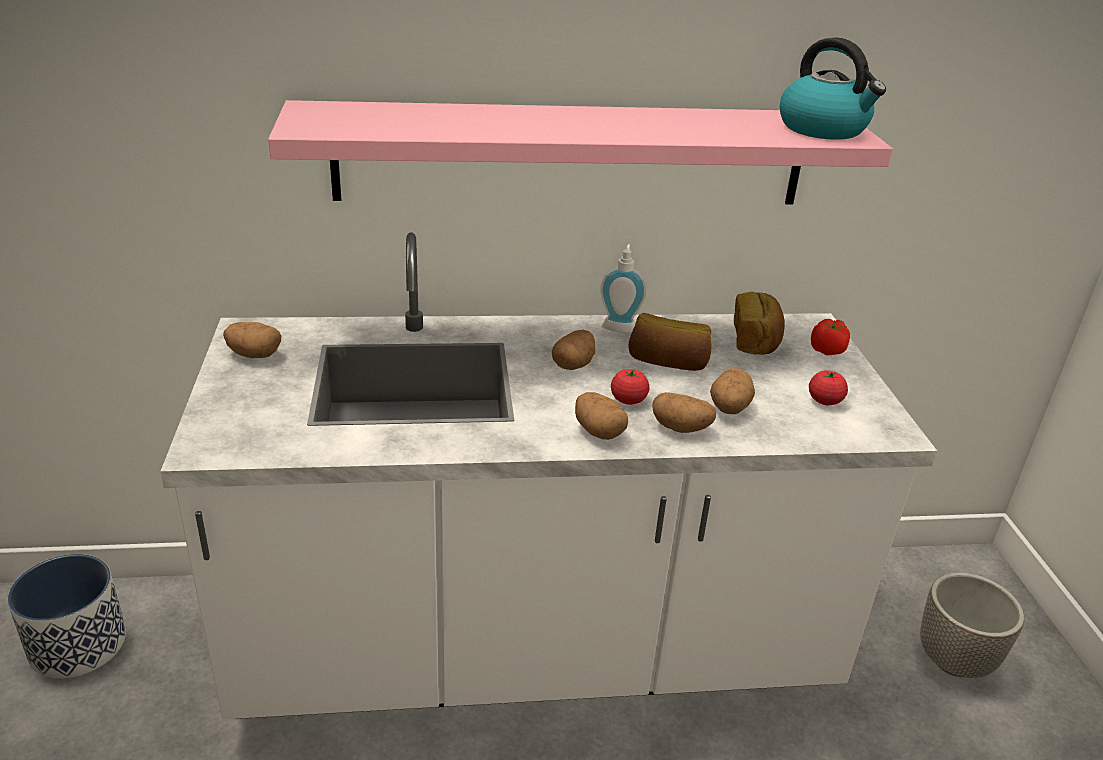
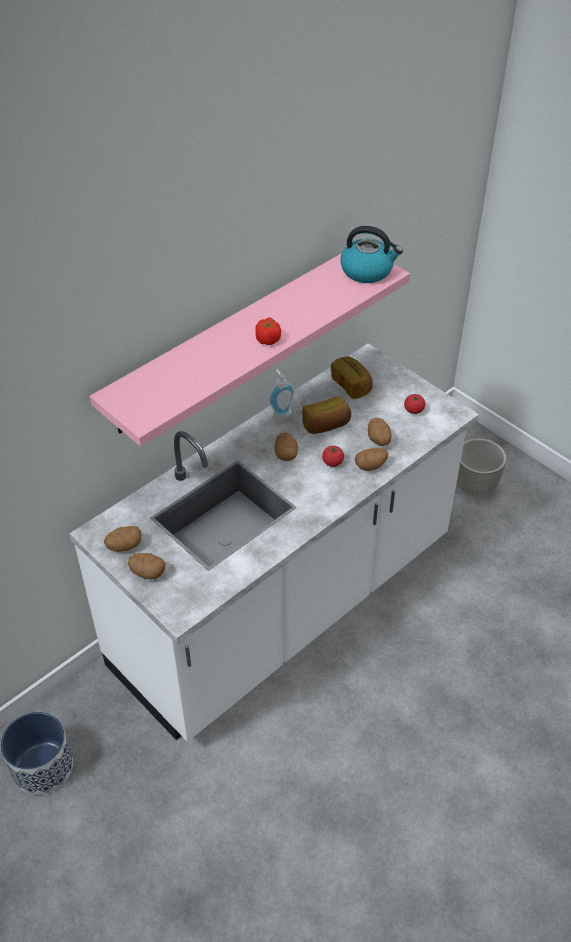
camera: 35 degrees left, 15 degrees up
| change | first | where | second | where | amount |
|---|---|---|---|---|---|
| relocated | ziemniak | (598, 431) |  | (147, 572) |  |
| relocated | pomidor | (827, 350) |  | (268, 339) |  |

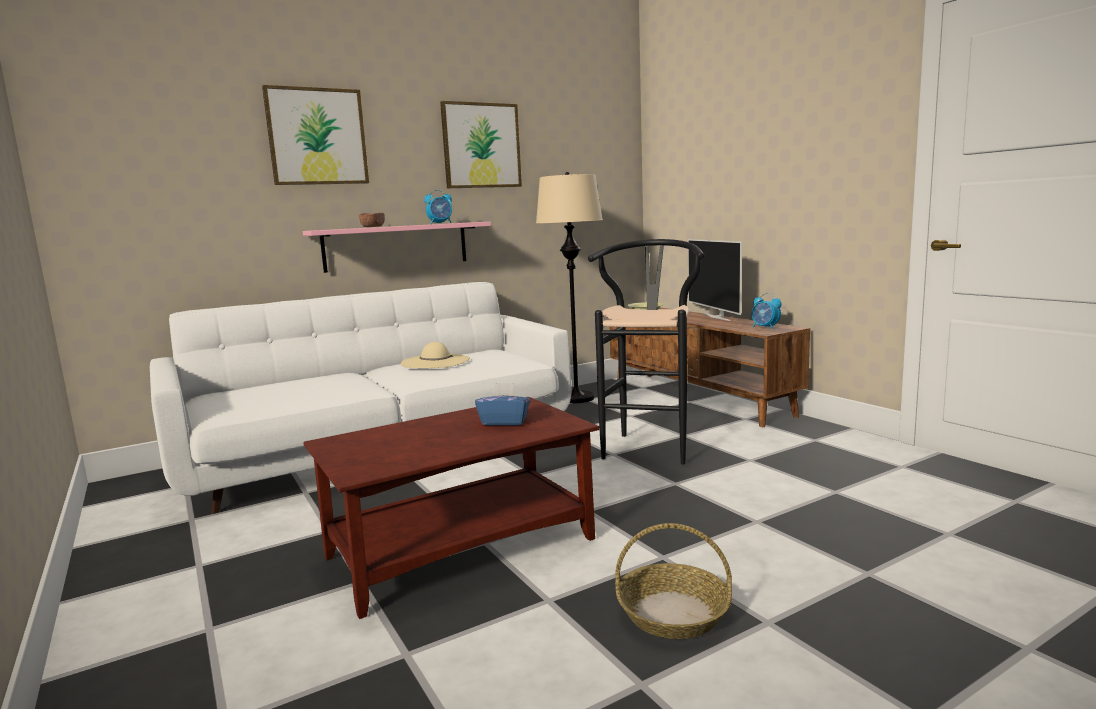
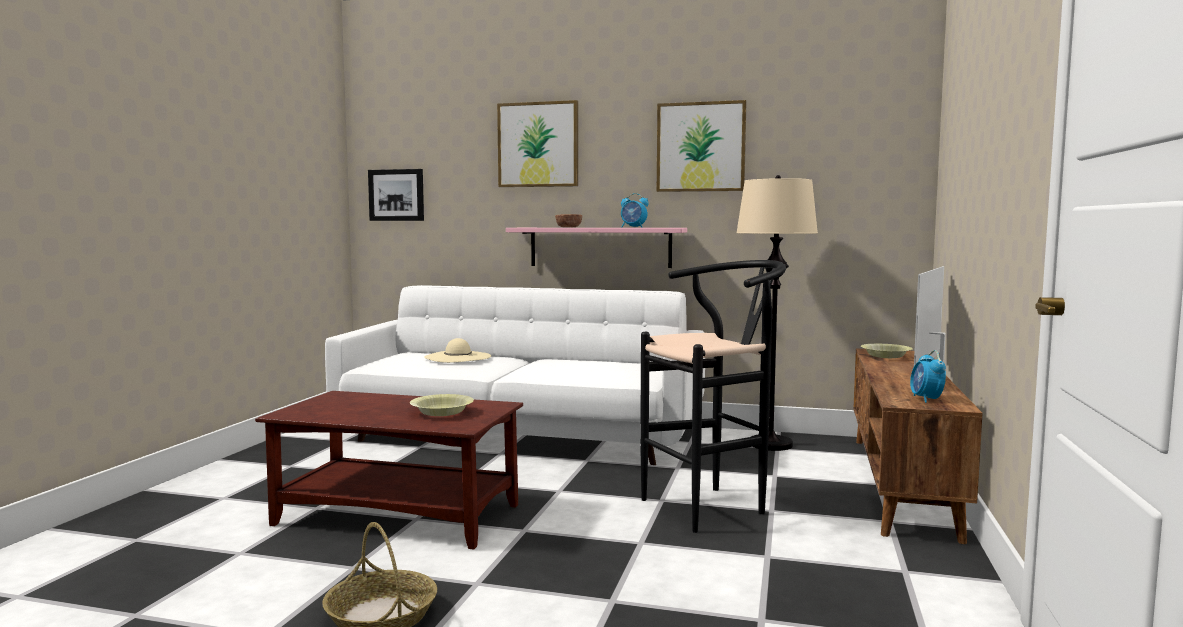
camera: 45 degrees right, 5 degrees down
| change | first | where | second | where | amount |
|---|---|---|---|---|---|
| appeared |  |  | obraz | (396, 195) |  |
| relocated | kapelusz [beżowy] | (435, 361) |  | (457, 357) |  |
| exchanged | pudełko chusteczek [niebieski] | (504, 421) | miska [żółty] | (442, 412) |  |

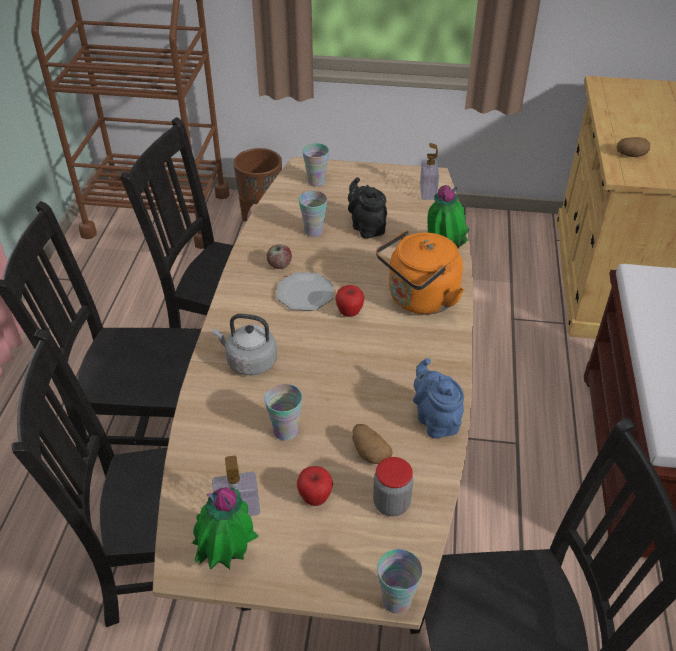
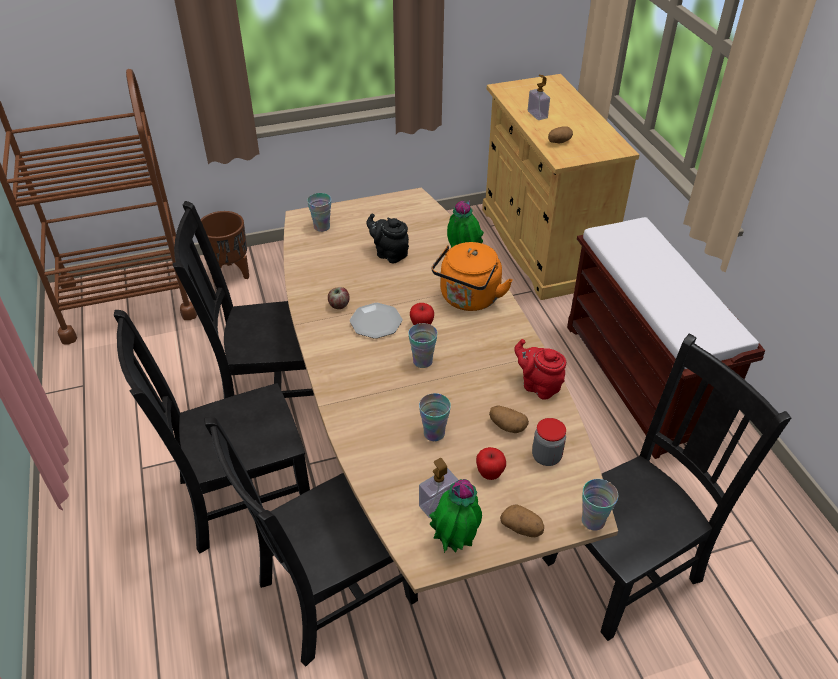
camera: 25 degrees left, 0 degrees up
| change | first | where | second | where | amount |
|---|---|---|---|---|---|
| missing | czajnik [szary] | (249, 361) |  |  |  |
| appeared |  |  | ziemniak | (522, 528) |  |
| relocated | filiżanka | (313, 231) |  | (422, 361) |  |
| relocated | dozownik mydła | (428, 192) |  | (537, 114) |  |
| colour | imbryk [niebieski] | (435, 420) | imbryk [czerwony] | (538, 386) |  |

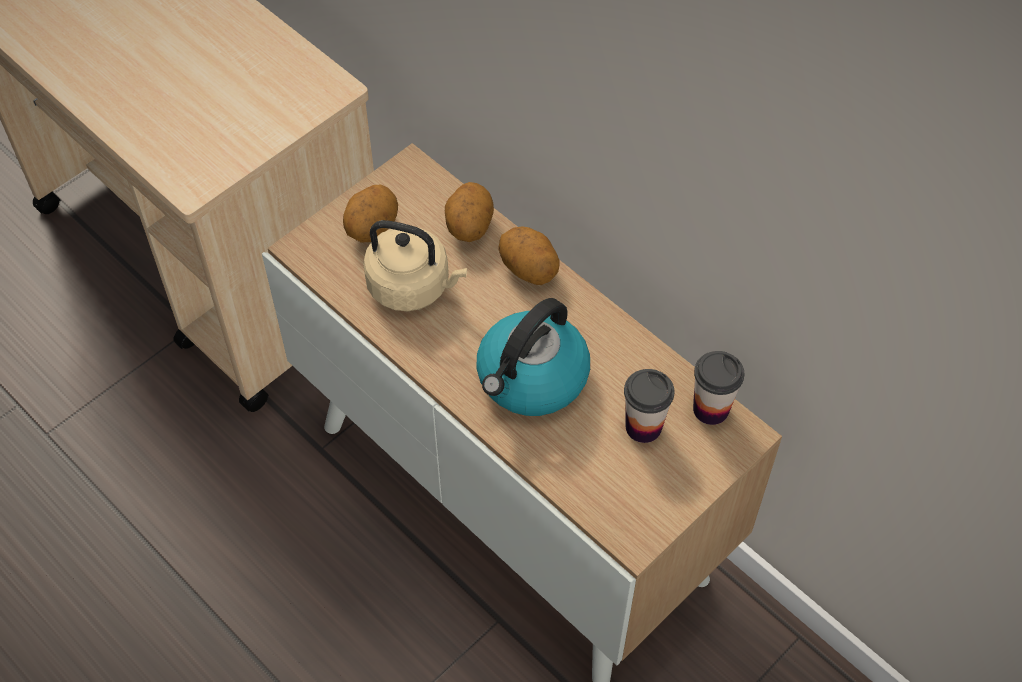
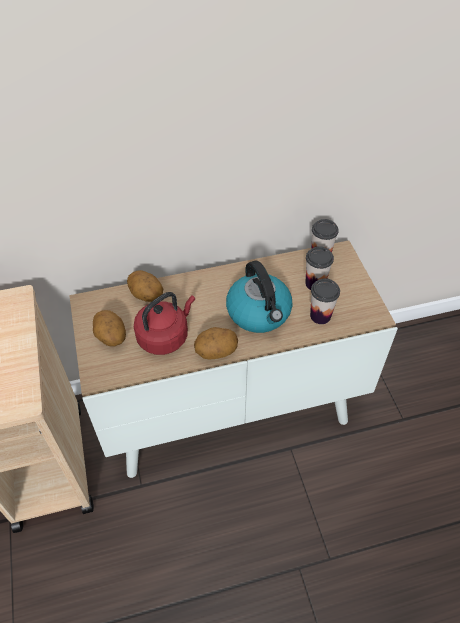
camera: 60 degrees left, 5 degrees down
| change | first | where | second | where | amount |
|---|---|---|---|---|---|
| appeared |  |  | filiżanka | (320, 316) |  |
| relocated | ziemniak | (529, 269) |  | (216, 352) |  |
| colour | czajnik [beżowy] | (413, 286) | czajnik [czerwony] | (165, 336) |  |

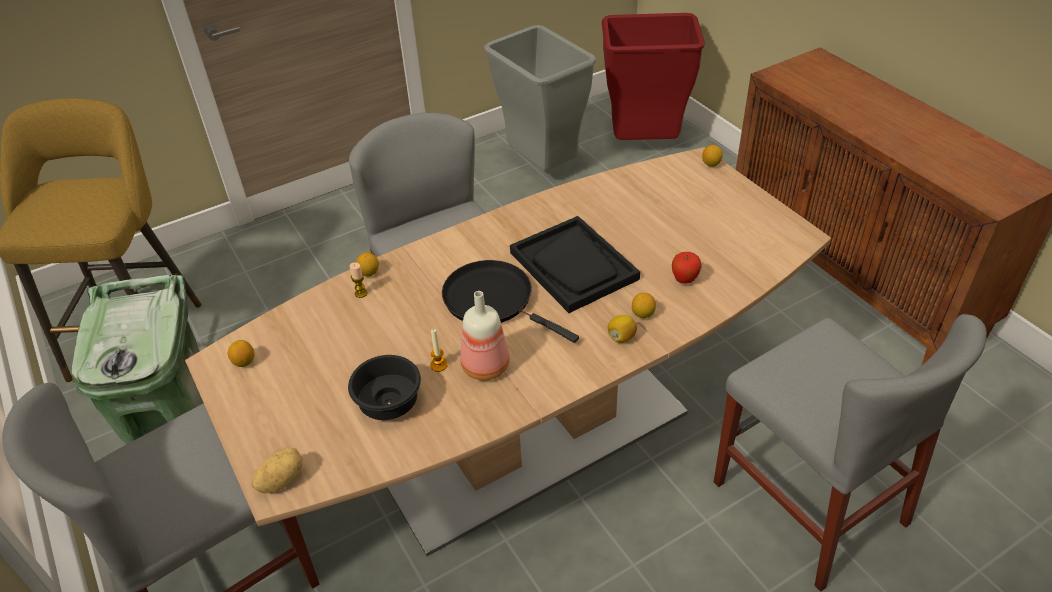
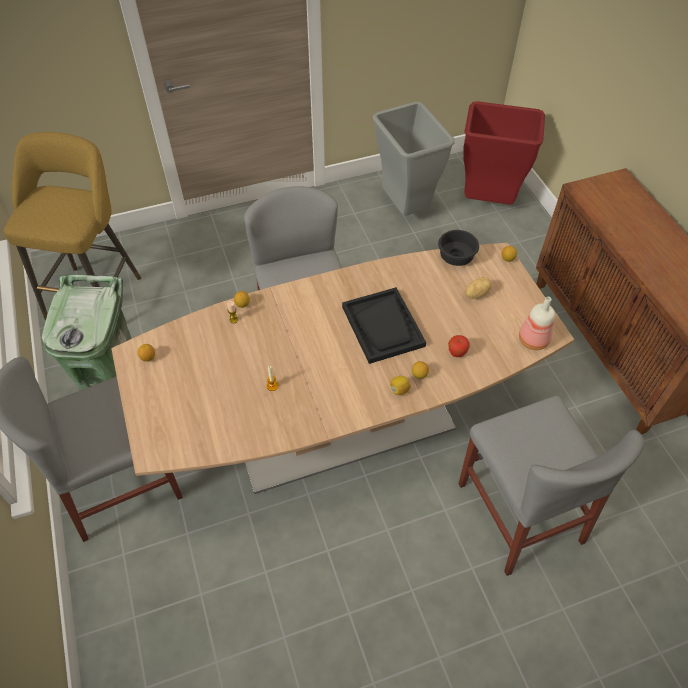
camera: 10 degrees right, 10 degrees up
| change | first | where | second | where | amount |
|---|---|---|---|---|---|
| missing | patelnia [czarny] | (493, 300) |  |  |  |
| relocated | ziemniak | (281, 479) |  | (476, 293) |  |
| relocated | miska [czarny] | (387, 402) |  | (455, 257) |  |
| relocated | butelka | (486, 367) |  | (533, 341) |  |

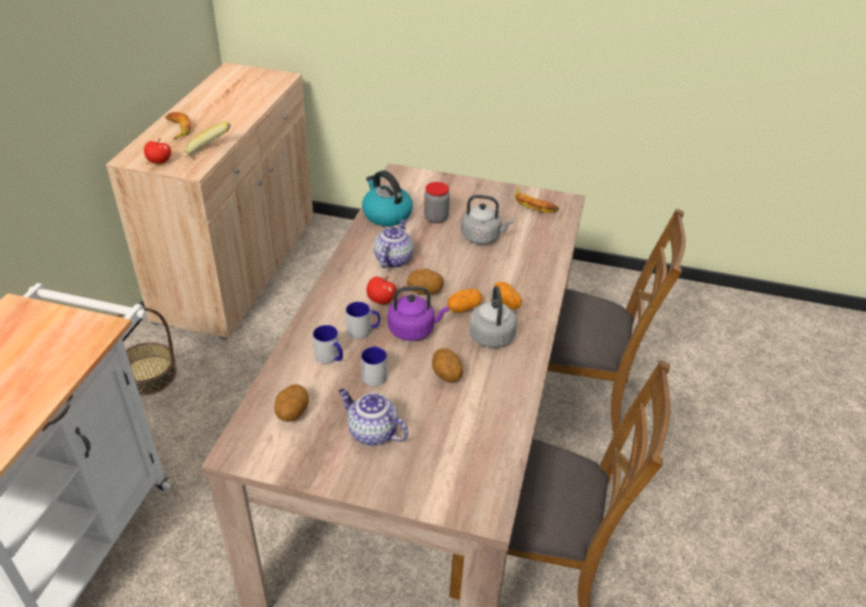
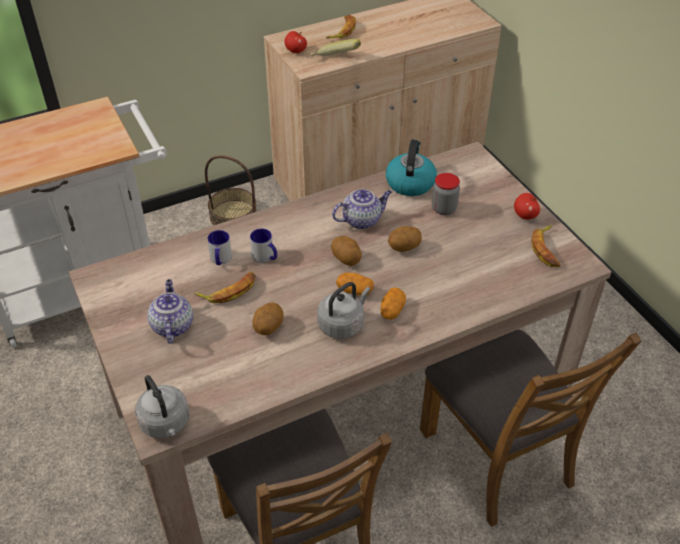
camera: 50 degrees right, 5 degrees up
| change | first | where | second | where | amount |
|---|---|---|---|---|---|
| missing | czajnik [fioletowy] | (414, 330) |  |  |  |
| relocated | ziemniak | (292, 413) |  | (404, 247) |  |
| relocated | jabłko | (381, 300) |  | (525, 216) |  |
| relocated | czajnik [szary] | (482, 237) |  | (166, 424) |  |
| exchanged | kubek | (374, 373) | banan | (229, 290) |  |

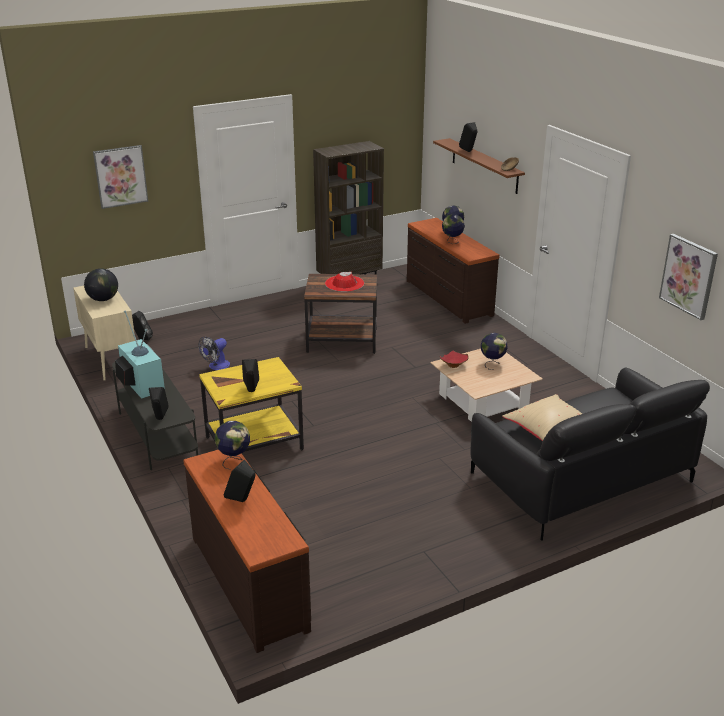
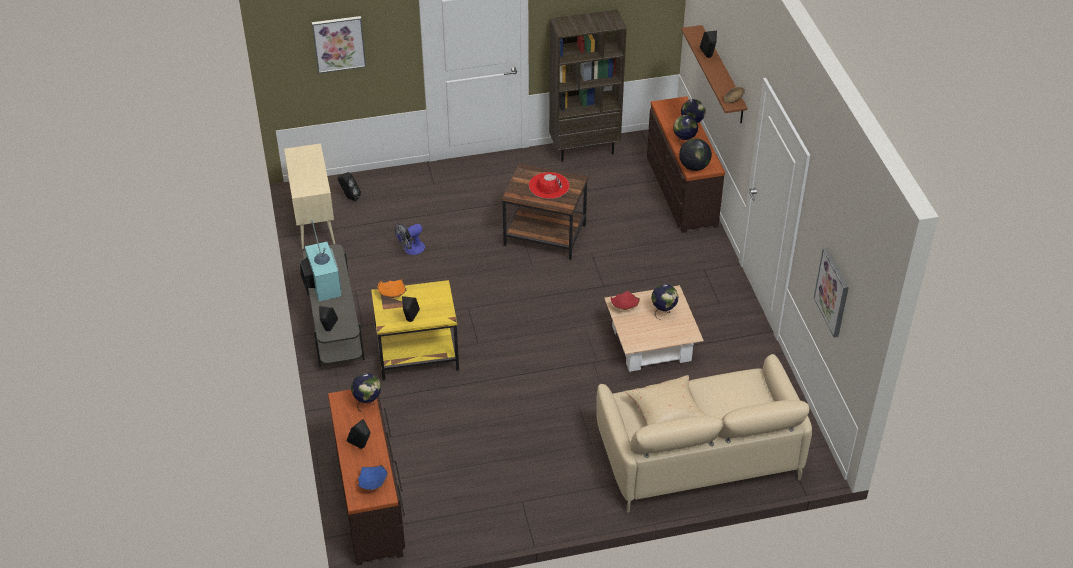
camera: 15 degrees right, 15 degrees up
| change | first | where | second | where | amount |
|---|---|---|---|---|---|
| appeared |  |  | miska [niebieski] | (373, 484) |  |
| appeared |  |  | miska [pomarańczowy] | (392, 295) |  |
| relocated | globus | (103, 299) |  | (694, 167) |  |
| colour | kanapa [czarny] | (580, 477) | kanapa [beżowy] | (697, 453) |  |

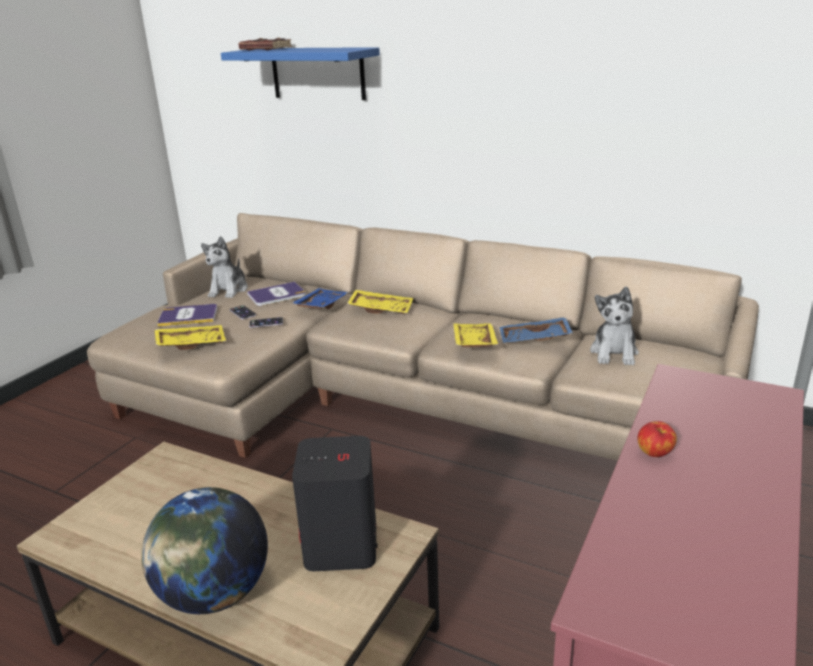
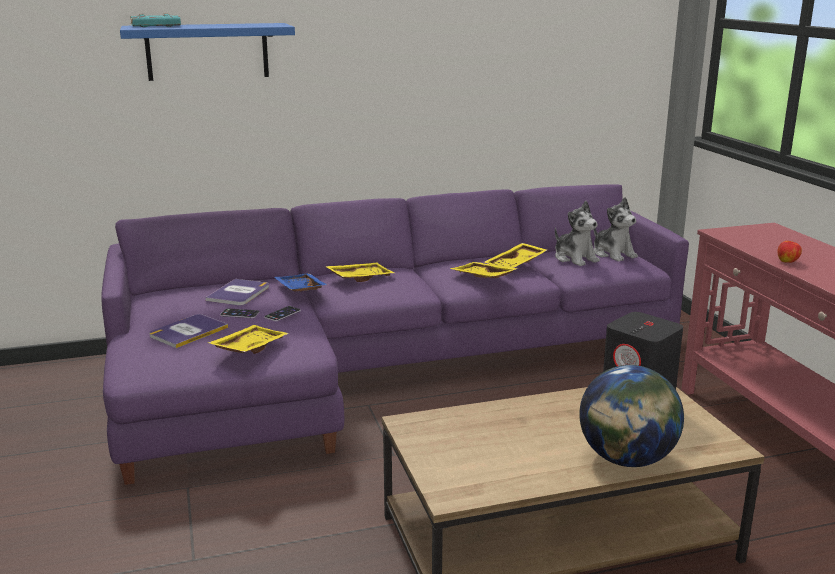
camera: 45 degrees left, 5 degrees down
| change | first | where | second | where | amount |
|---|---|---|---|---|---|
| relocated | pluszak | (229, 290) |  | (613, 254) |  |
| colour | kanapa [beżowy] | (394, 397) | kanapa [fioletowy] | (377, 366) |  |
| colour | książka [brązowy] | (264, 49) | książka [turkusowy] | (155, 26) |  |
| colour | taca [niebieski] | (534, 340) | taca [żółty] | (516, 264) |  |

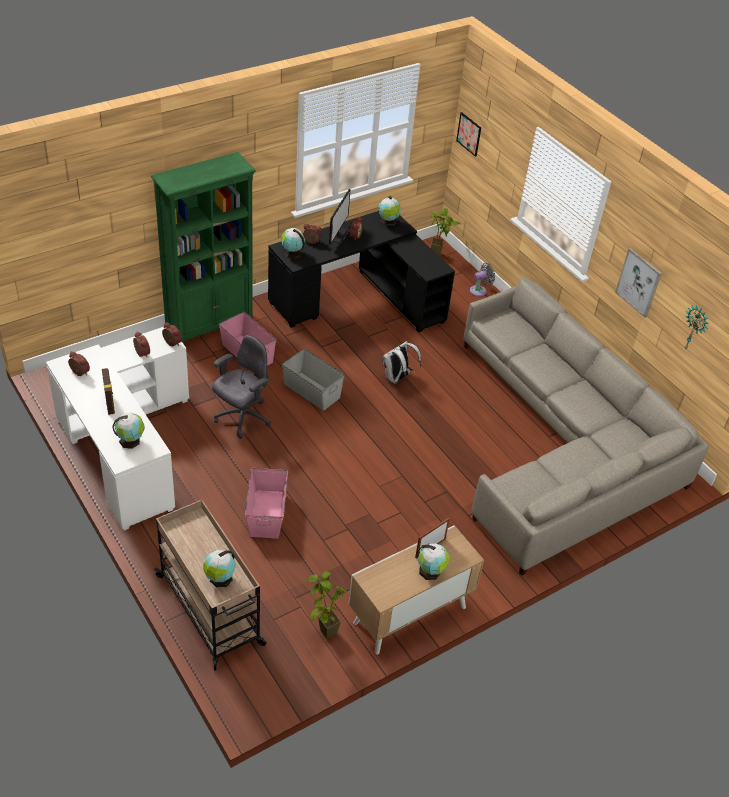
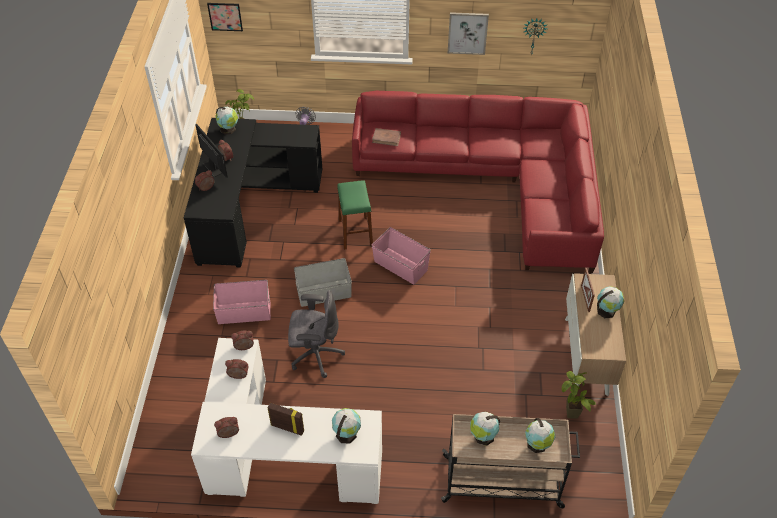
camera: 50 degrees left, 5 degrees up
| change | first | where | second | where | amount |
|---|---|---|---|---|---|
| missing | regał [zielony] | (210, 325) |  |  |  |
| appeared |  |  | książka [brązowy] | (386, 138) |  |
| relocated | pojemnik do przechowywania [różowy] | (267, 513) |  | (400, 265) |  |
| relocated | globus | (292, 253) |  | (483, 436) |  |
| exchanged | plecak [biały] | (397, 378) | stołek [zielony] | (355, 233) |  |
| colour | kanapa [szary] | (563, 445) | kanapa [czerwony] | (495, 181) |  |
| spun | krzesło biurowe [szary] | (242, 418) |  | (315, 354) | 105 degrees clockwise |

